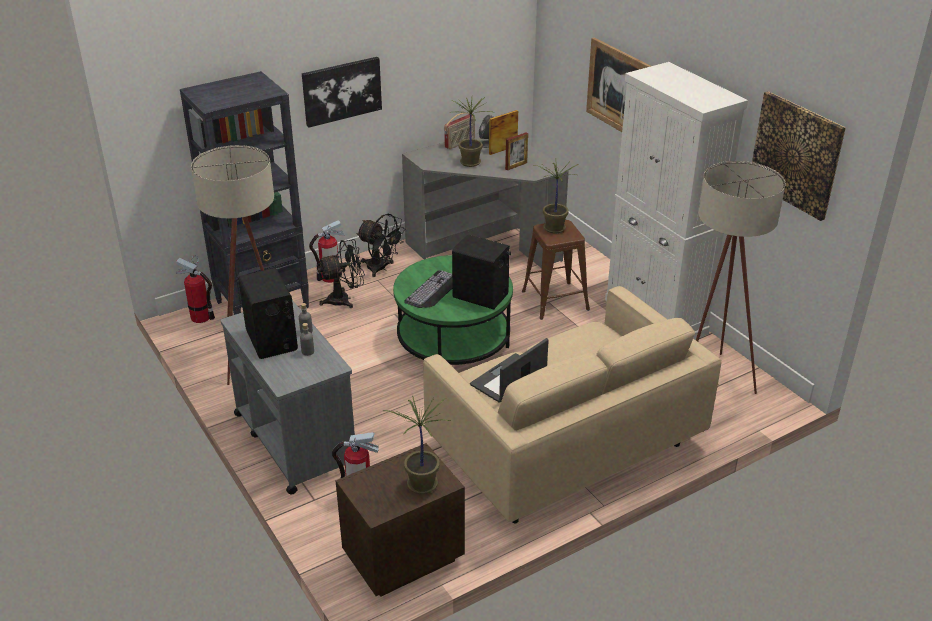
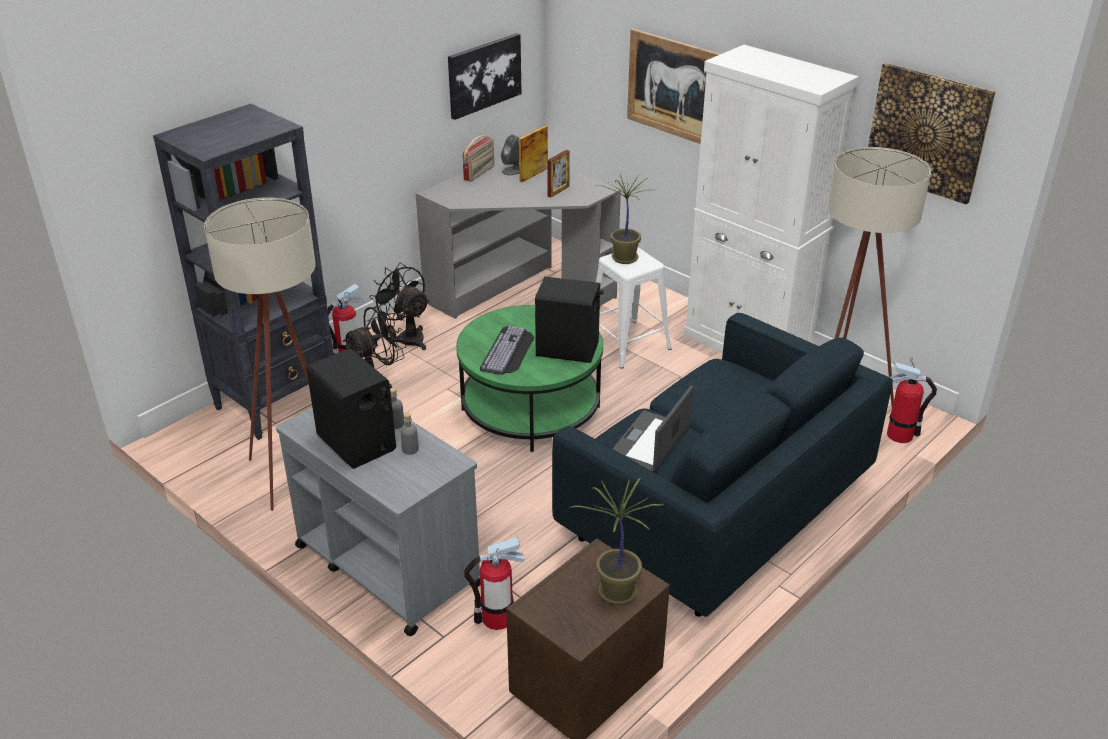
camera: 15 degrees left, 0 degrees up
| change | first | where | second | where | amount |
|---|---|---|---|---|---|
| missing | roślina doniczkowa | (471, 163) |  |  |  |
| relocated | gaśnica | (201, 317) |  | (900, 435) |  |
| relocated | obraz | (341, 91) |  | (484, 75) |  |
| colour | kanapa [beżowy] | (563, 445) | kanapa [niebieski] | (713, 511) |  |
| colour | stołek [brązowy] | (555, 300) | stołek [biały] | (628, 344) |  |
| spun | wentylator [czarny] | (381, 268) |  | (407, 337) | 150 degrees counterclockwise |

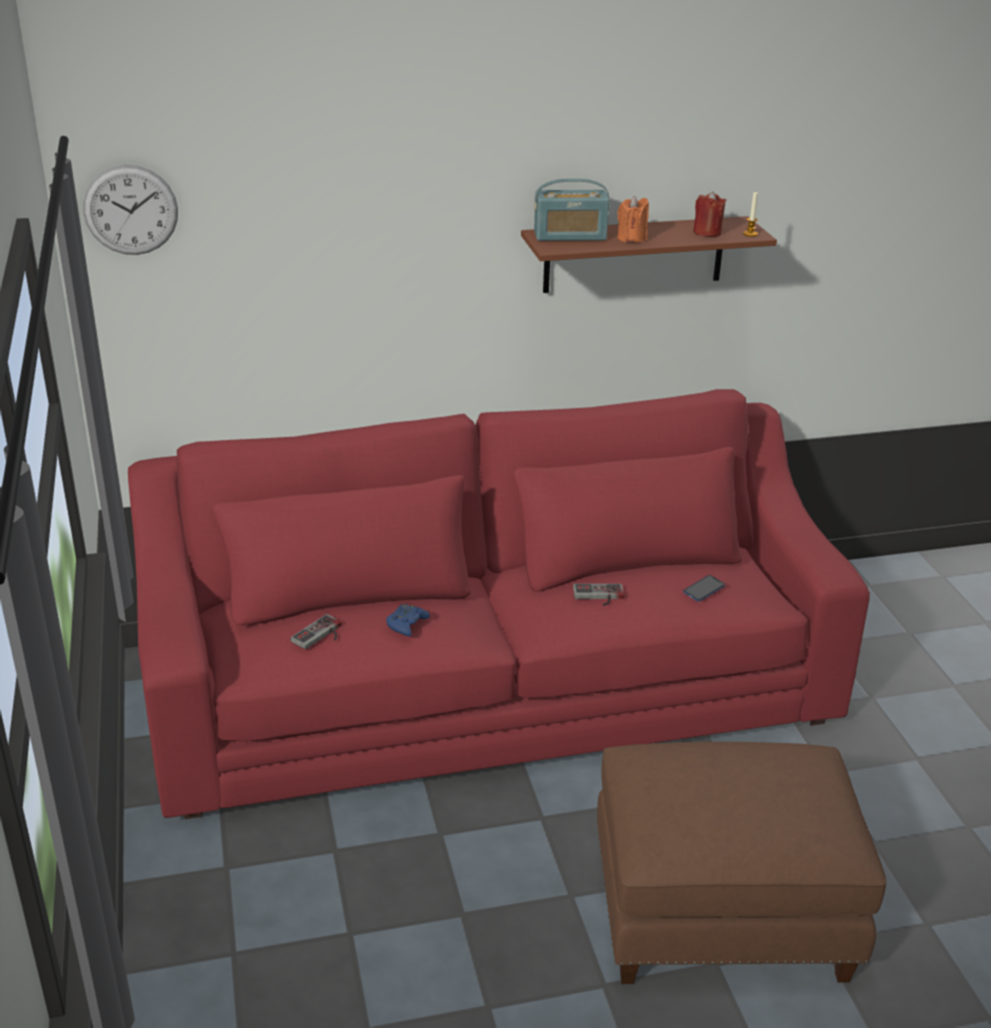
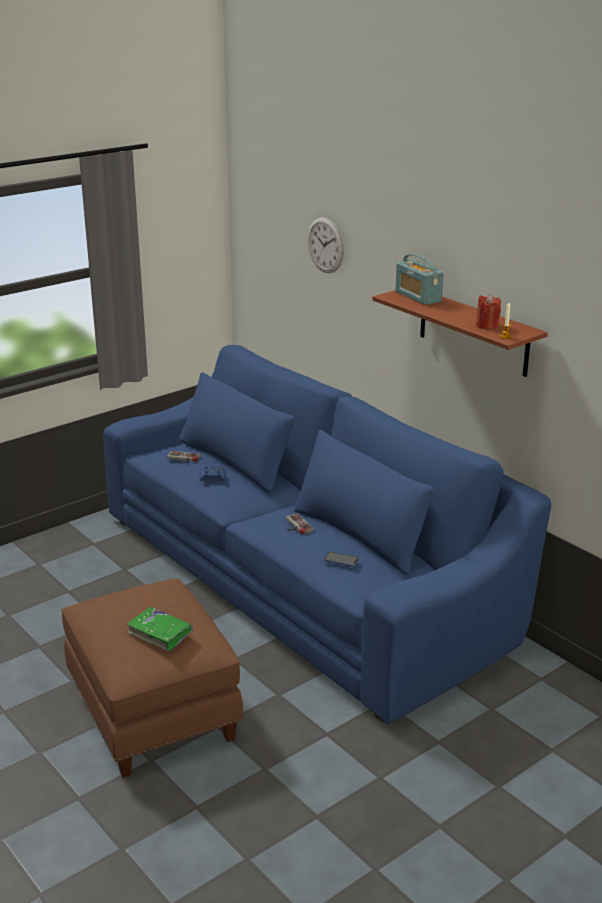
camera: 65 degrees right, 5 degrees down
| change | first | where | second | where | amount |
|---|---|---|---|---|---|
| missing | świeca [pomarańczowy] | (631, 238) |  |  |  |
| appeared |  |  | książka [zielony] | (160, 633) |  |
| relocated | zegar ścienny | (130, 210) |  | (325, 245) |  |
| colour | kanapa [czerwony] | (492, 687) | kanapa [niebieski] | (302, 578) |  |

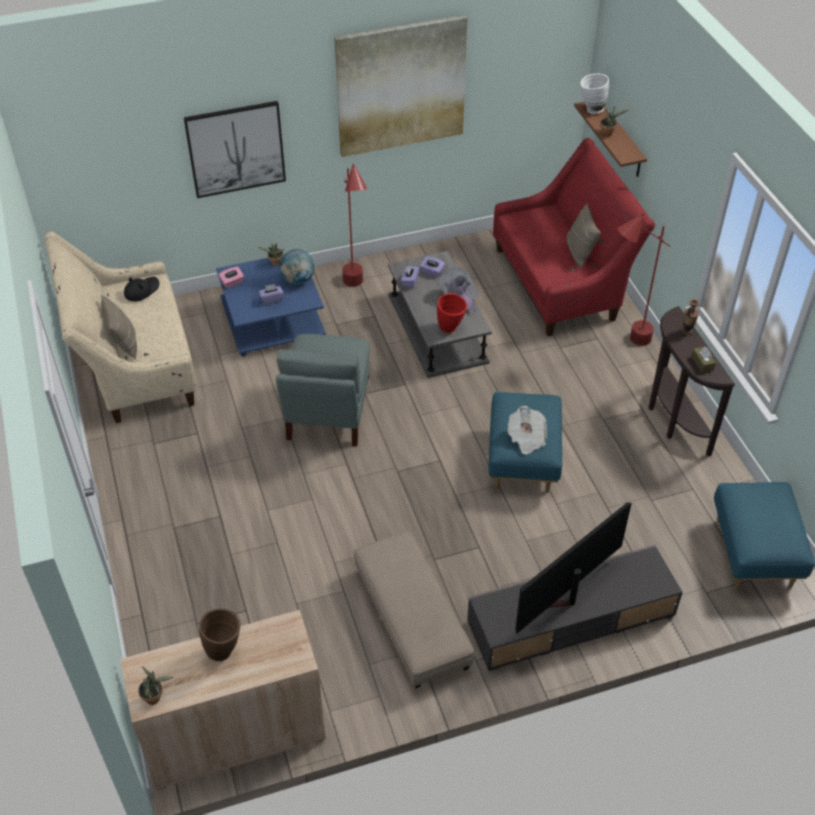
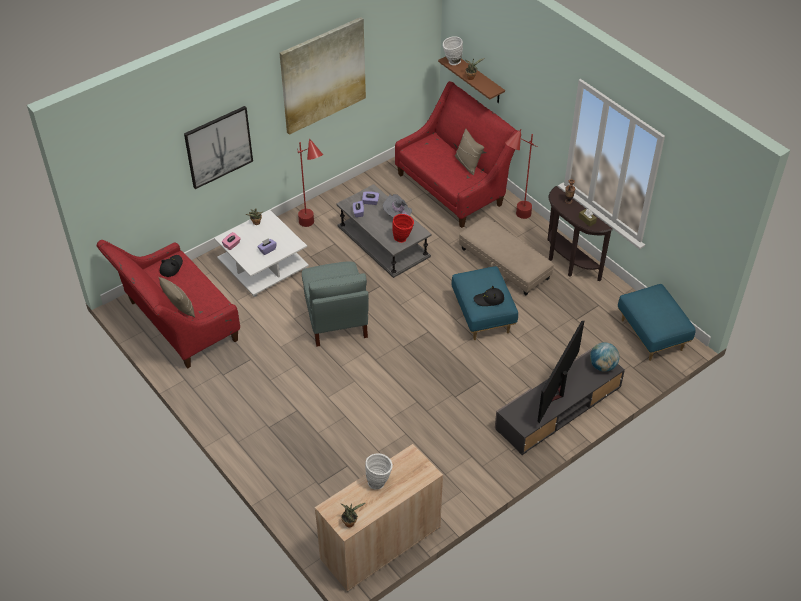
camera: 20 degrees left, 0 degrees up
| change | first | where | second | where | amount |
|---|---|---|---|---|---|
| relocated | globus | (298, 280) |  | (602, 366) |  |
| relocated | pufa [beżowy] | (411, 618) |  | (504, 264) |  |
| exchanged | gazeta | (526, 438) | kapelusz [czarny] | (489, 299) |  |
| colour | kanapa [beżowy] | (133, 365) | kanapa [czerwony] | (177, 324) |  |
| colour | wazon [brązowy] | (225, 650) | wazon [biały] | (379, 481) |  |
| colour | ława [niebieski] | (271, 320) | ława [biały] | (262, 265) |  |

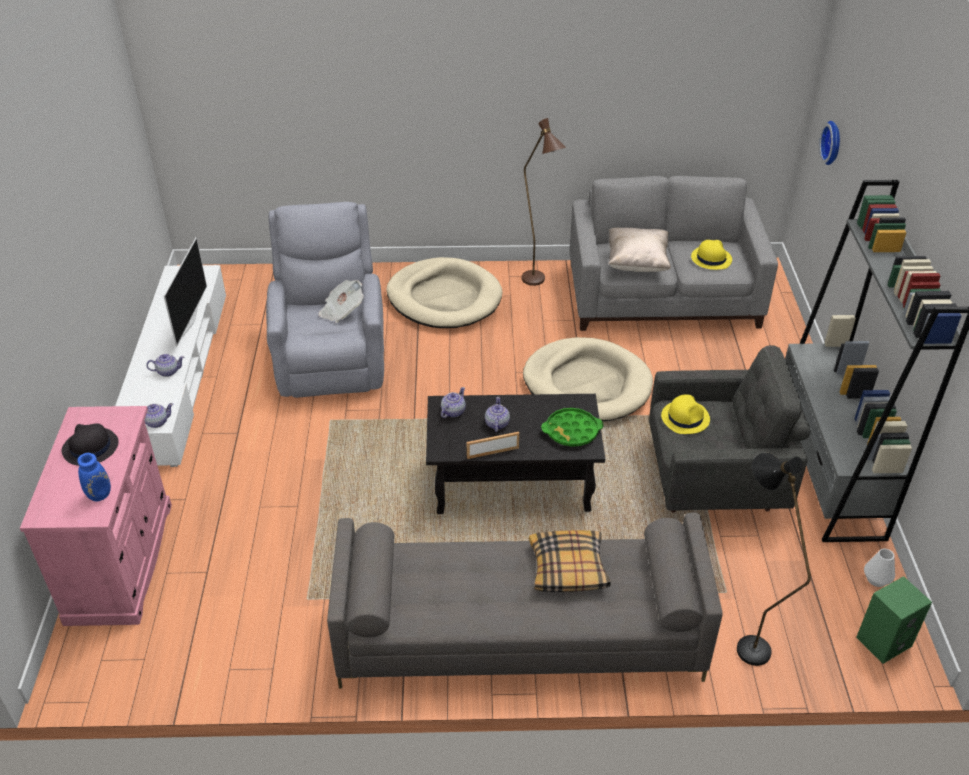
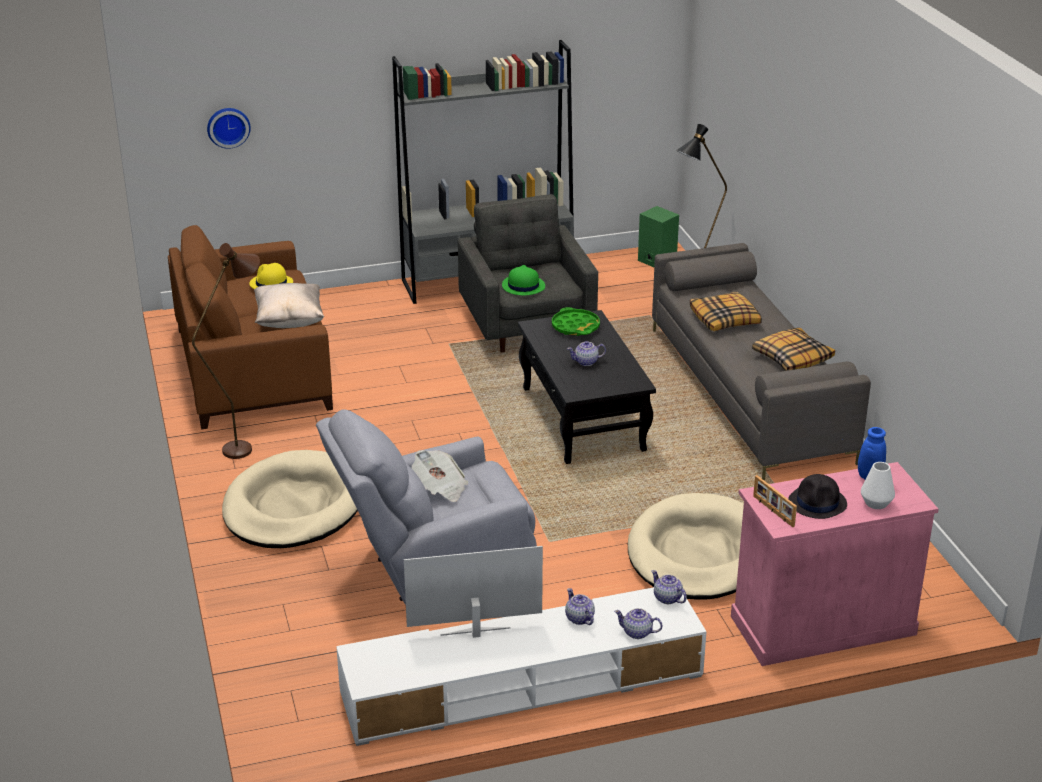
camera: 105 degrees left, 10 degrees down
| change | first | where | second | where | amount |
|---|---|---|---|---|---|
| appeared |  |  | poduszka | (792, 358) |  |
| relocated | imbryk | (452, 412) |  | (637, 633) |  |
| relocated | ramka na zdjęcie | (492, 452) |  | (772, 511) |  |
| relocated | legowisko [beżowy] | (587, 384) |  | (698, 553) |  |
| relocated | wazon [biały] | (876, 579) |  | (876, 503) |  |
| colour | kanapa [szary] | (663, 296) | kanapa [brązowy] | (253, 368) |  |
| colour | kapelusz [żółty] | (685, 417) | kapelusz [zielony] | (523, 286) |  |

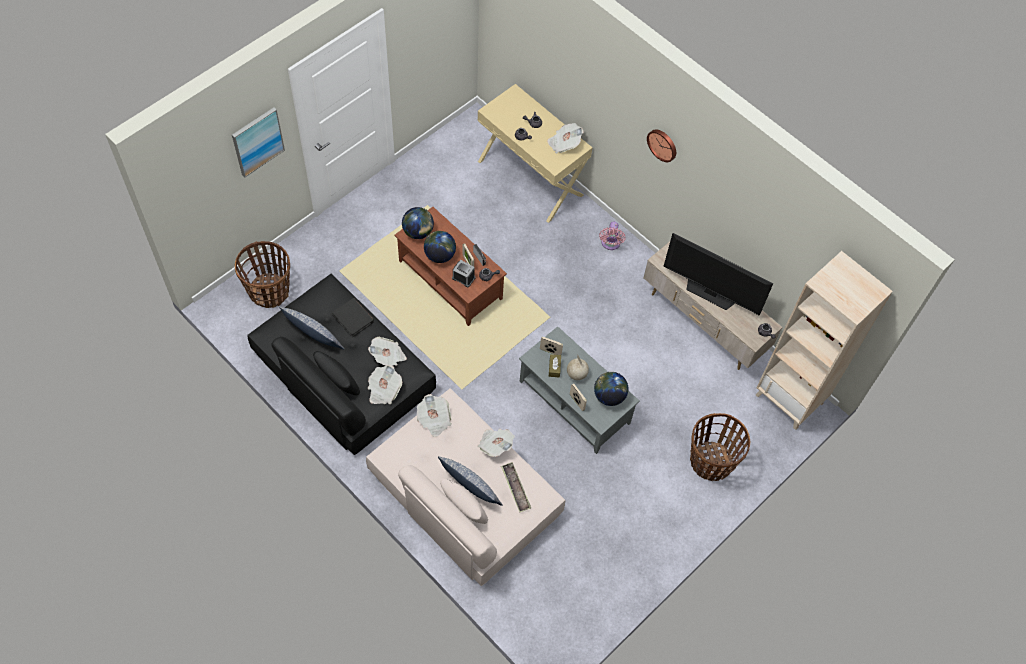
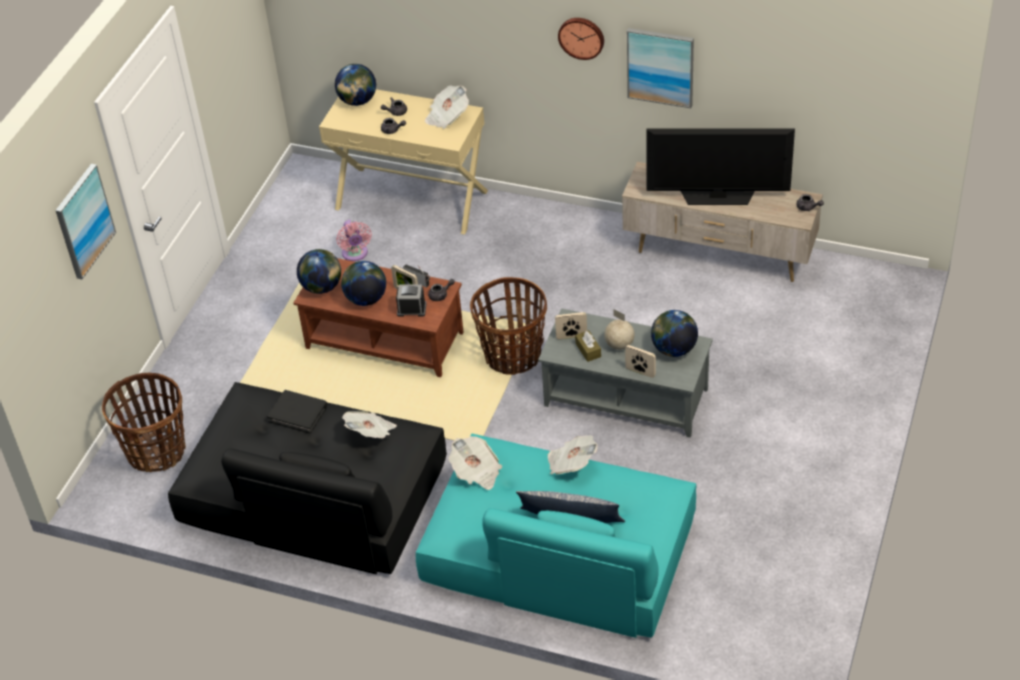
camera: 20 degrees left, 15 degrees down
| change | first | where | second | where | amount |
|---|---|---|---|---|---|
| missing | poduszka | (313, 335) |  |  |  |
| missing | gazeta | (383, 390) |  |  |  |
| missing | taca | (515, 488) |  |  |  |
| missing | regał [beżowy] | (790, 399) |  |  |  |
| appeared |  |  | globus | (357, 101) |  |
| appeared |  |  | obraz | (660, 66) |  |
| relocated | wentylator [różowy] | (610, 244) |  | (355, 254) |  |
| relocated | koszyk | (710, 462) |  | (512, 356) |  |
| colour | kanapa [beżowy] | (464, 493) | kanapa [turkusowy] | (558, 552) |  |

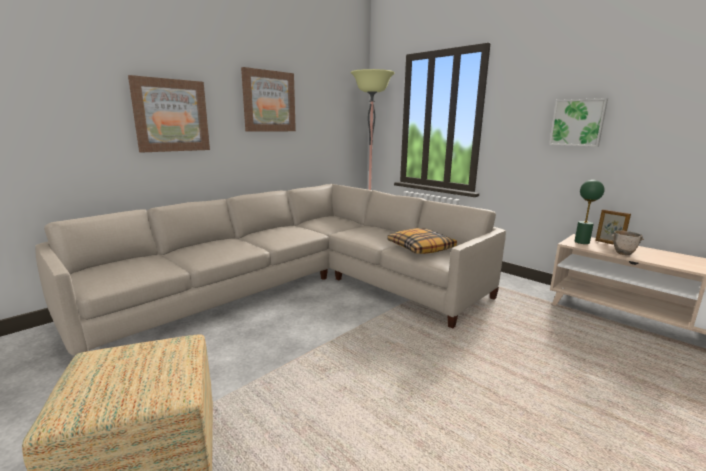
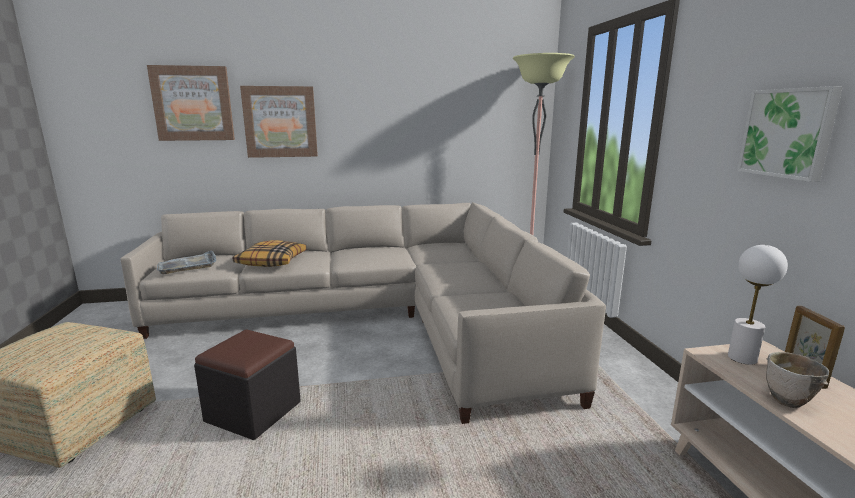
camera: 35 degrees right, 0 degrees up
| change | first | where | second | where | amount |
|---|---|---|---|---|---|
| appeared |  |  | taca [szary] | (188, 265) |  |
| appeared |  |  | pufa [czarny] | (253, 411) |  |
| relocated | obraz | (269, 101) |  | (193, 103) |  |
| relocated | poduszka | (420, 248) |  | (272, 261) |  |
| colour | lampa stołowa [zielony] | (581, 242) | lampa stołowa [biały] | (742, 358) |  |

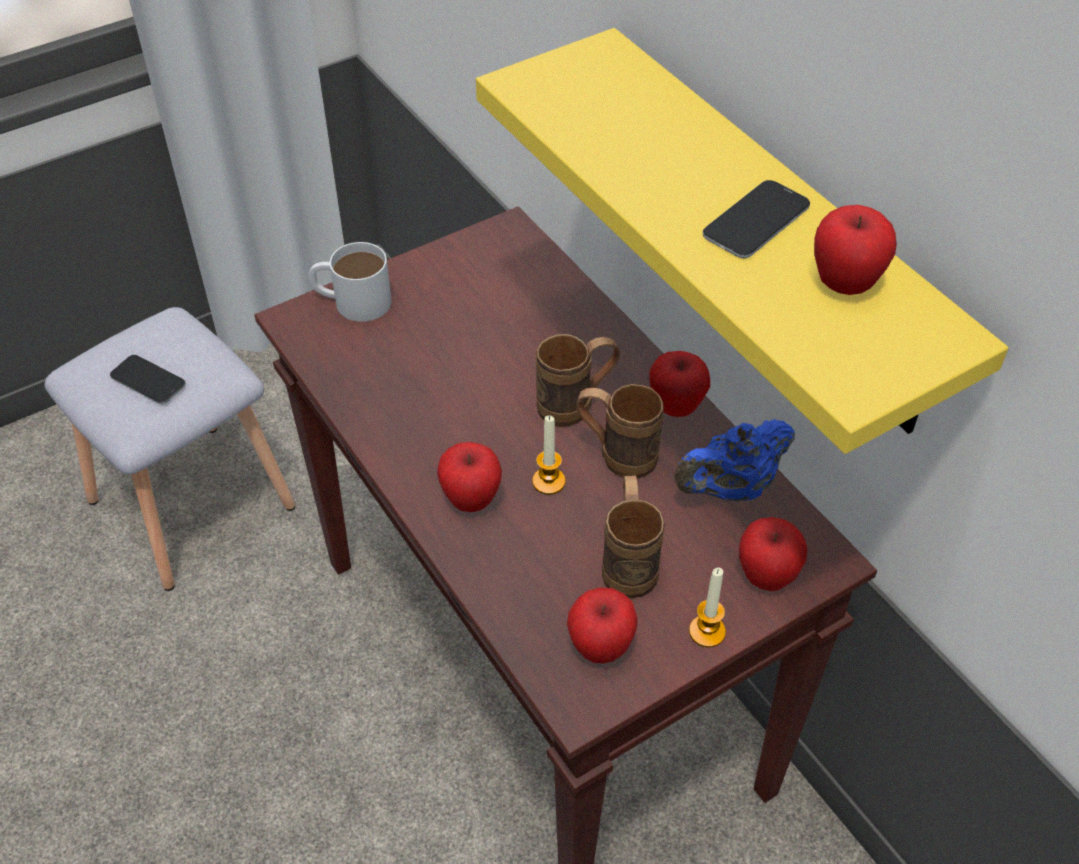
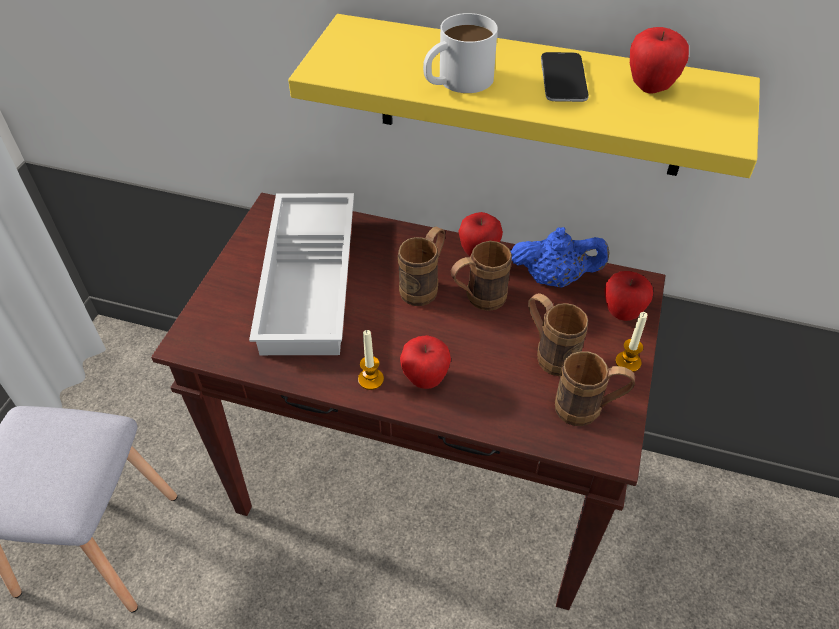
camera: 40 degrees left, 0 degrees up
| change | first | where | second | where | amount |
|---|---|---|---|---|---|
| missing | telefon | (148, 381) |  |  |  |
| appeared |  |  | taca [biały] | (312, 281) |  |
| relocated | kubek [biały] | (352, 301) |  | (456, 81) |  |
| relocated | świeca | (548, 481) |  | (371, 379) |  |
| exchanged | jabłko | (600, 648) | kubek [brązowy] | (588, 410) |  |
| spun | imbryk [niebieski] | (731, 488) |  | (554, 278) | 105 degrees counterclockwise |

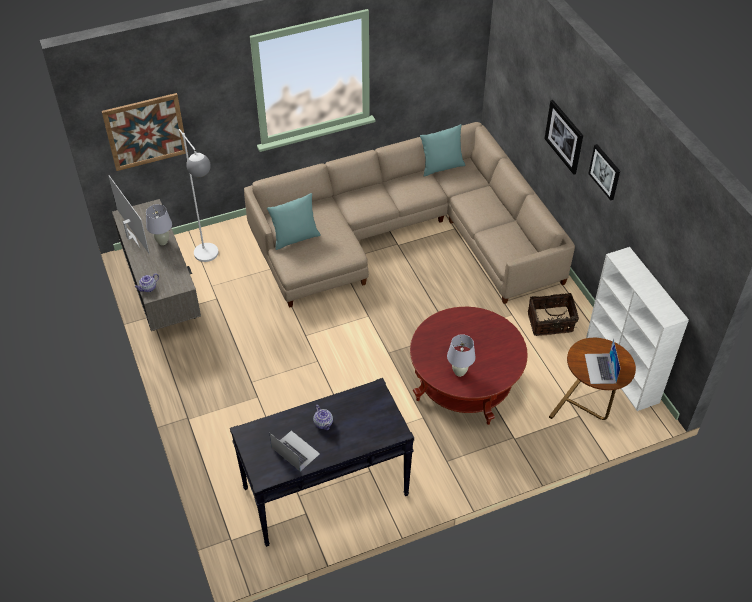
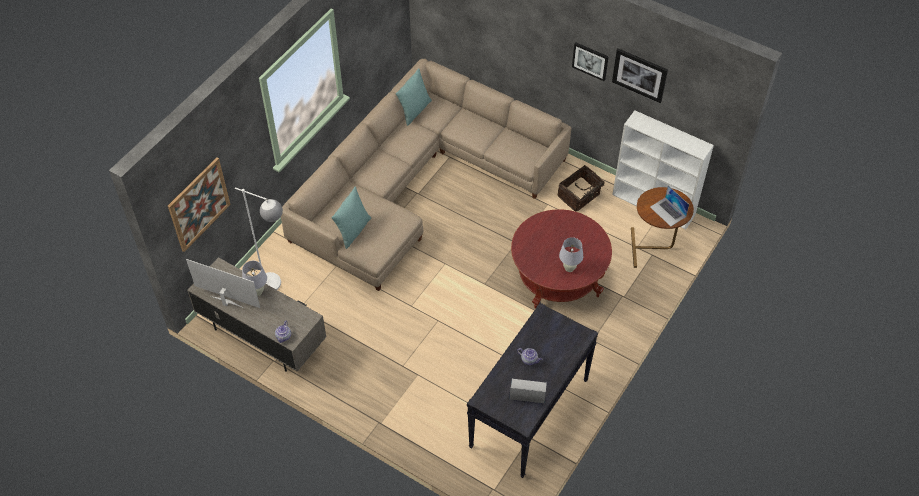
camera: 35 degrees left, 5 degrees up
| change | first | where | second | where | amount |
|---|---|---|---|---|---|
| relocated | obraz | (564, 136) |  | (640, 75) |  |

